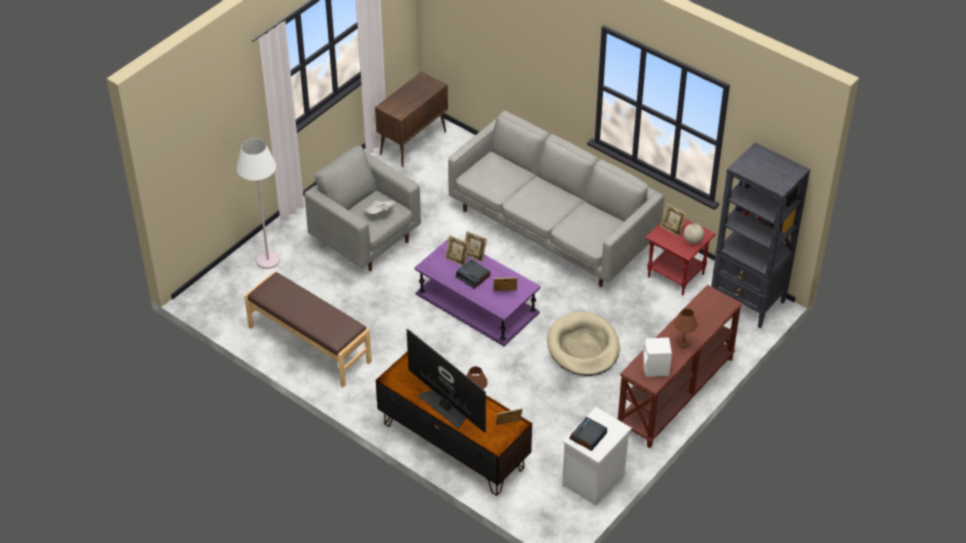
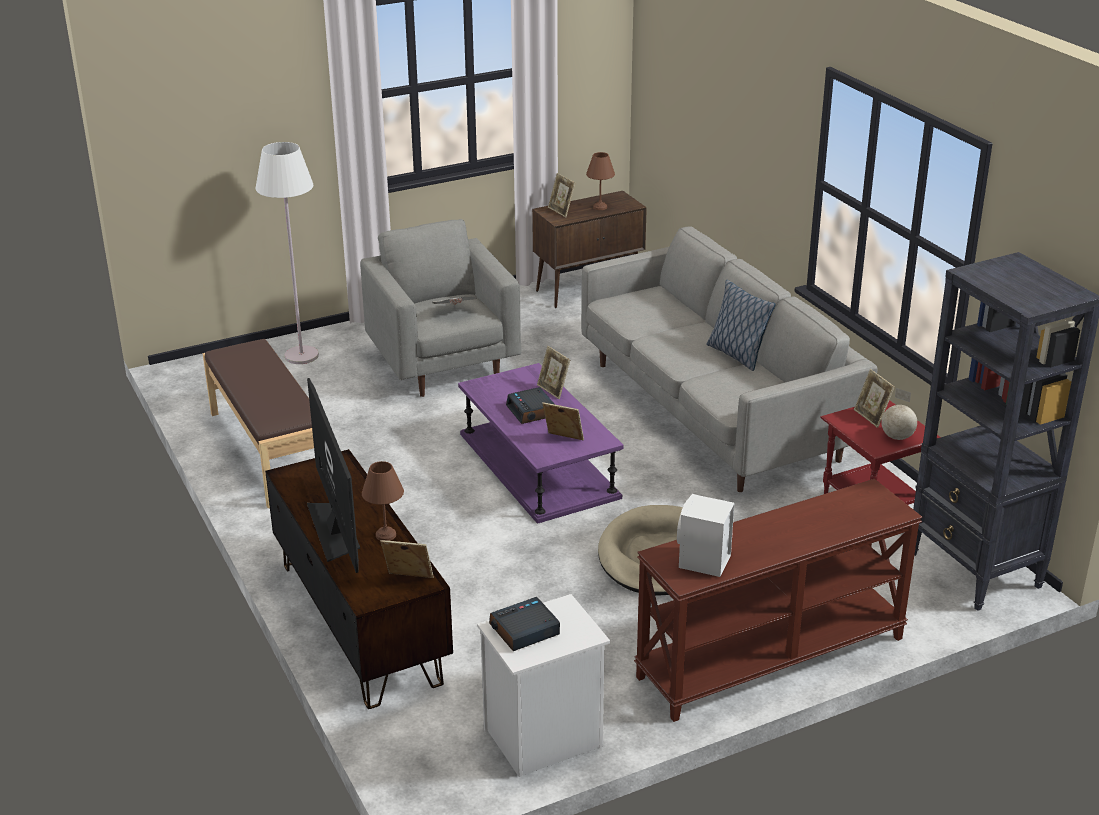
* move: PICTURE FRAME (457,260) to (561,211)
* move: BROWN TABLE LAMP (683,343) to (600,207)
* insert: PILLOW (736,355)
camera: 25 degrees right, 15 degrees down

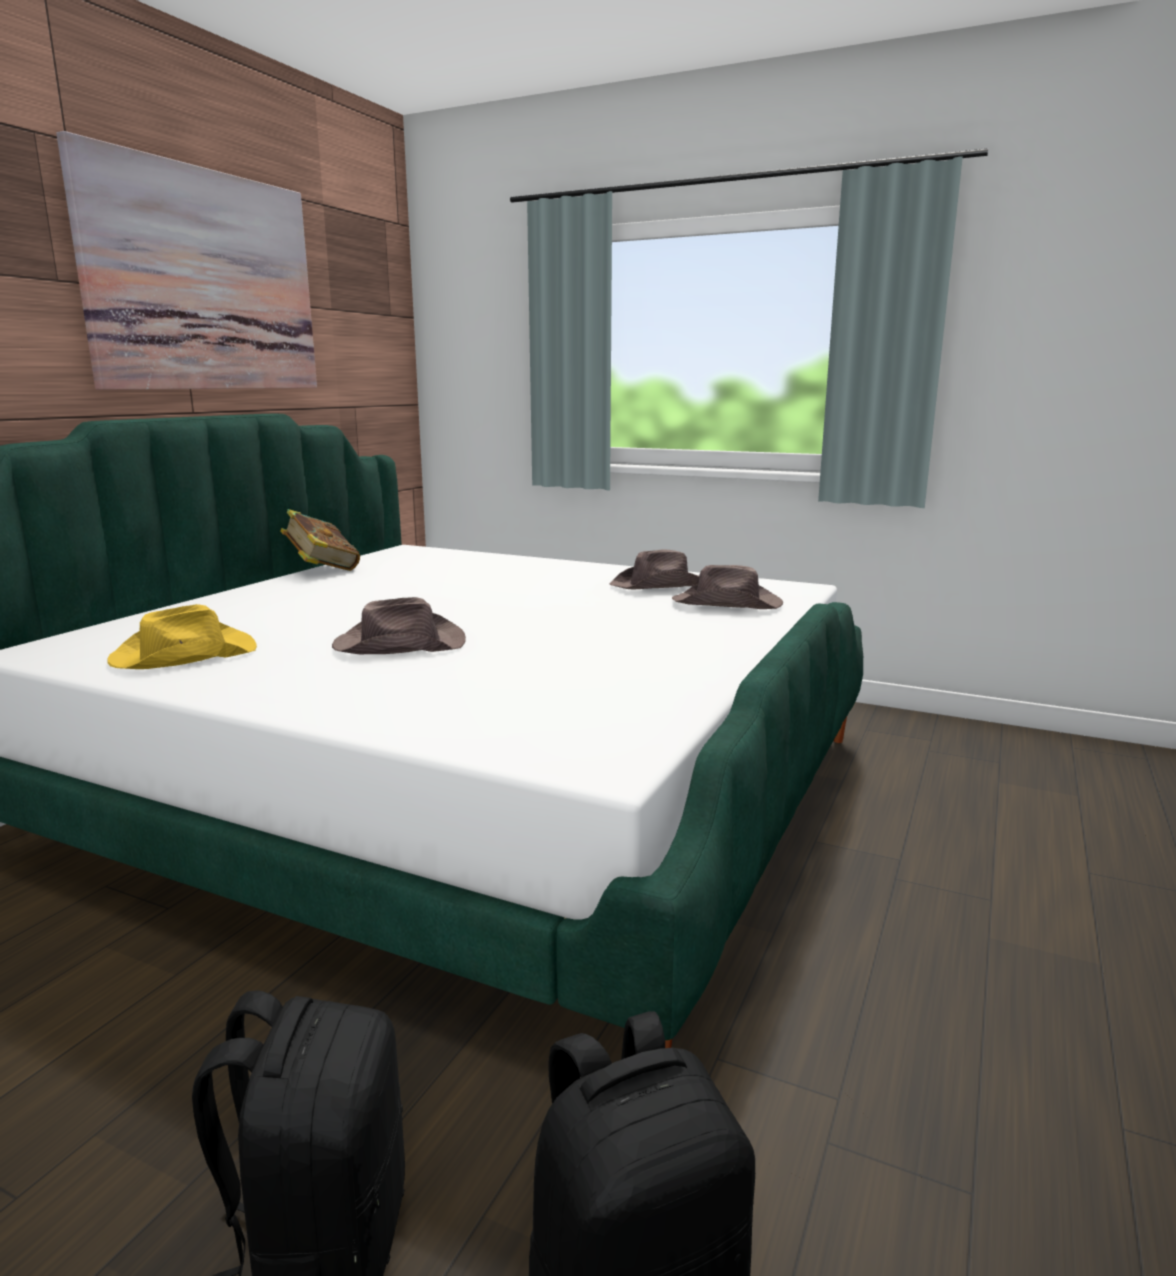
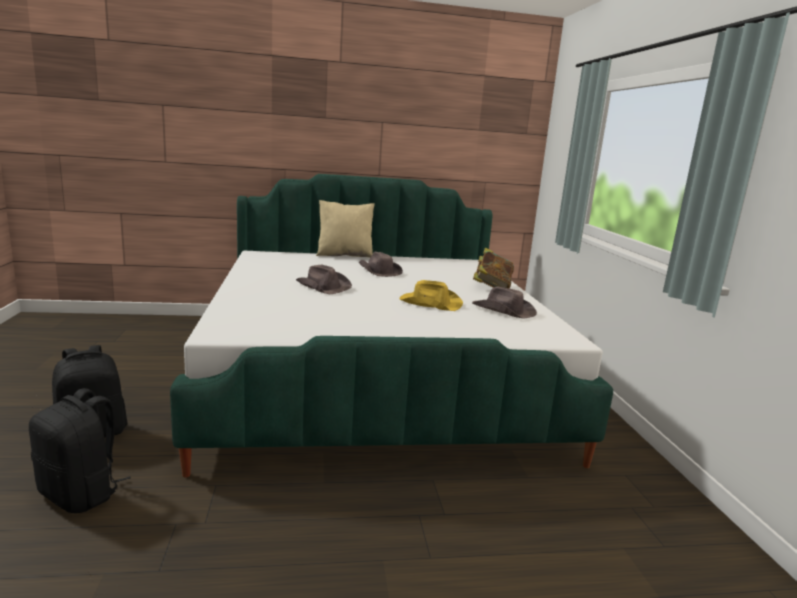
* delete: PICTURE (204,281)
* move: BOOK (321,570) to (491,287)
* move: BROWN HAT (728,604) to (379,271)
* move: YELLOW HAT (182,655) to (430,303)
* insert: BEIGE PILLOW (344,255)
camera: 55 degrees right, 0 degrees up

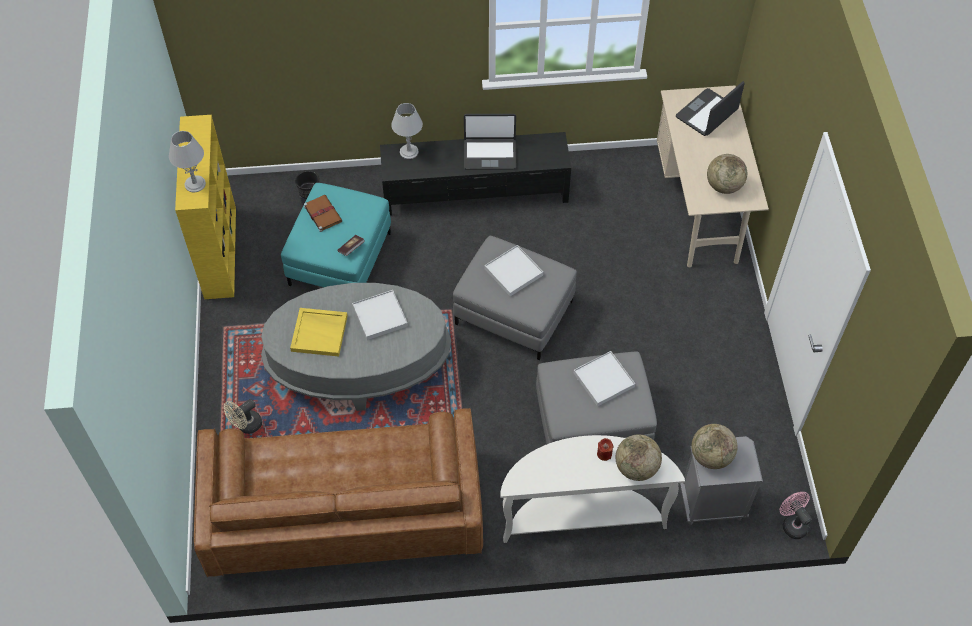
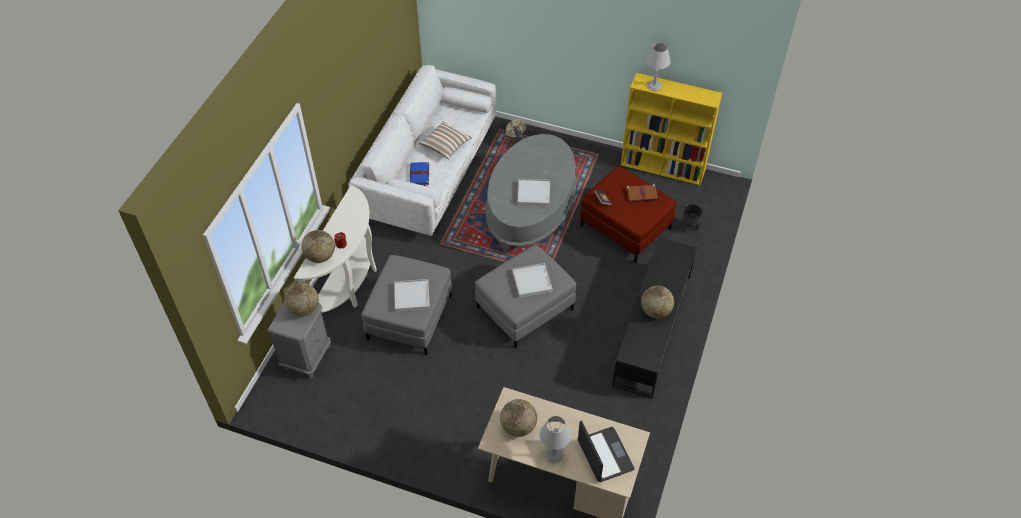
* move: GREY TABLE LAMP (409,151) to (553,455)
* replace: LAPTOP (489,154) to GLOBE (655,311)
* recolor: TURQUOISE OTTOMAN (340,258) to RED OTTOMAN (626,227)
* delete: YELLOW TRAY (320,333)
* recolor: BROWN SOFA (345,513) to WHITE SOFA (429,172)
* delete: PINK FAN (792,523)
* insert: PILLOW (445,146)
* insert: BLUE BOOK (419,175)
camera: 115 degrees right, 5 degrees down

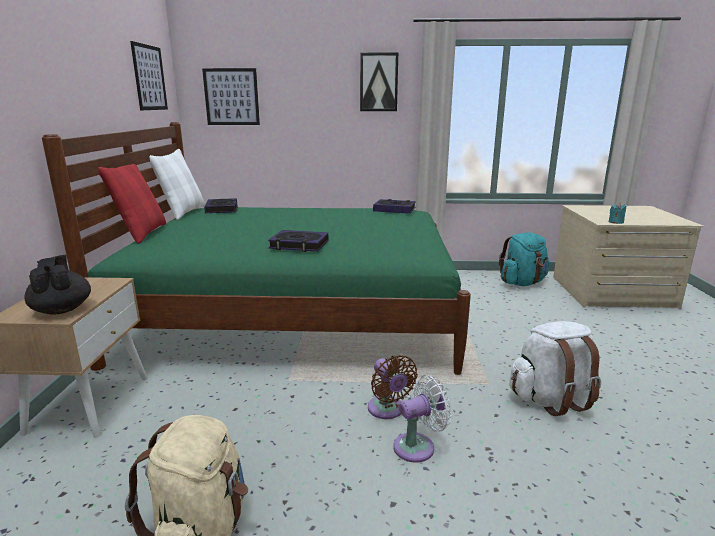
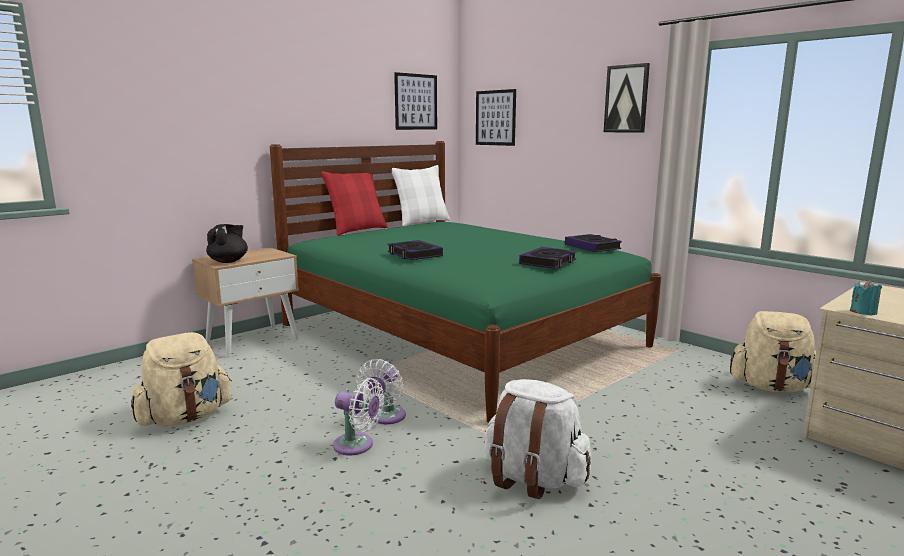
* move: BOOK (222,209) to (548,262)
* recolor: TURQUOISE BACKPACK (522,283) to BEIGE BACKPACK (772,387)
* recolor: BROWN FAN (387,410) to WHITE FAN (385,417)
camera: 45 degrees right, 5 degrees down

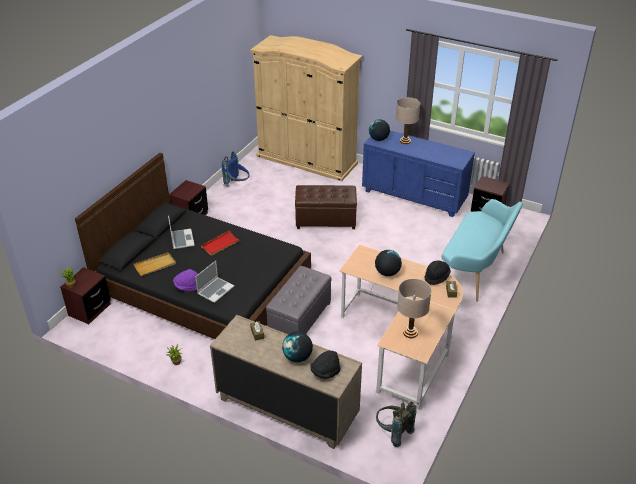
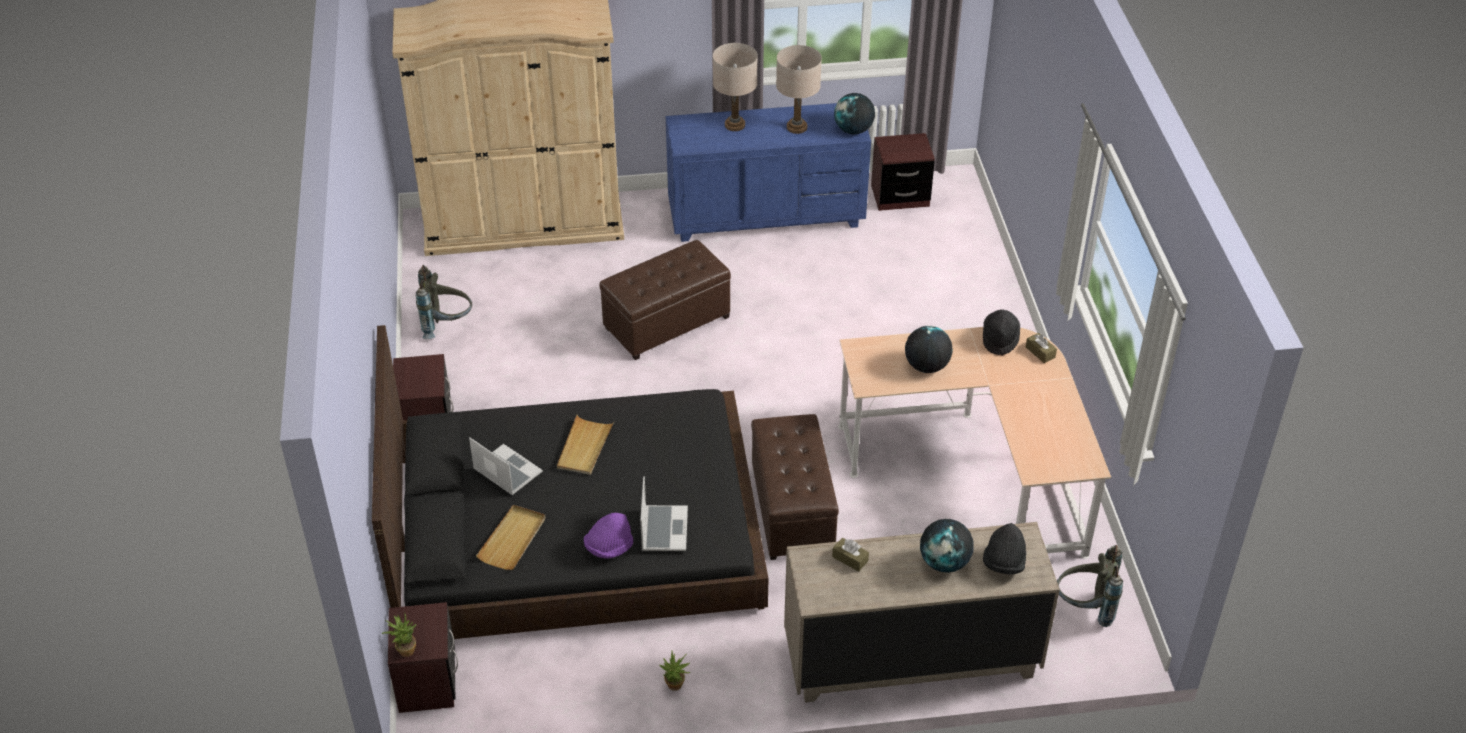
* move: GLOBE (378,139) to (853,130)
* recolor: BLUE BACKPACK (237,184) to GREY BACKPACK (446,325)
* delete: TURQUOISE BENCH (475,272)
* recolor: RED TRAY (220,244) to BEIGE TRAY (584,447)
* recolor: GREY OTTOMAN (299,318) to BROWN OTTOMAN (791,510)
* move: BEIGE TABLE LAMP (410,333) to (797,127)
camera: 35 degrees left, 5 degrees up

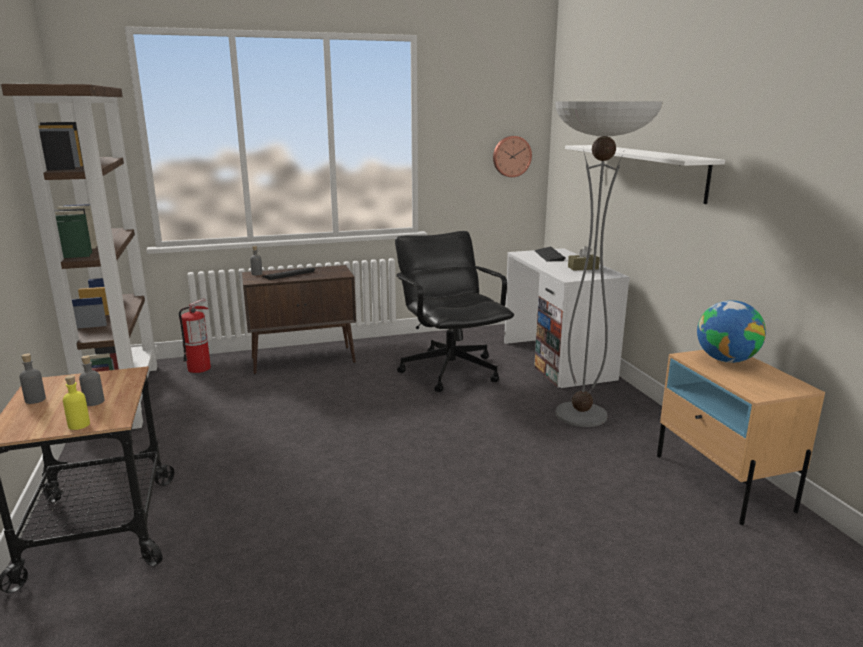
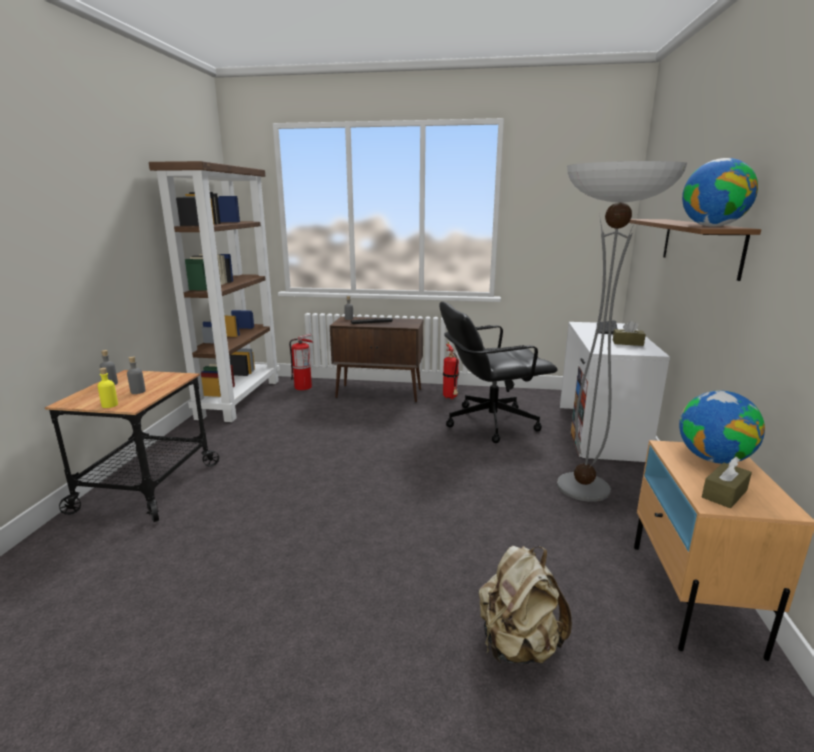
* delete: WALL CLOCK (511,156)
* recolor: WHITE SHELF (649,171) to BROWN SHELF (699,245)
* rotate: BLACK OFFICE CHAIR (450,370) = (490,422) 105 degrees counterclockwise
* insert: GLOBE (712,226)
* insert: FIRE EXTINGUISHER (450,398)
* insert: BROWN TISSUE BOX (724,494)
* insert: BEIGE BACKPACK (518,645)
camera: 25 degrees right, 0 degrees up

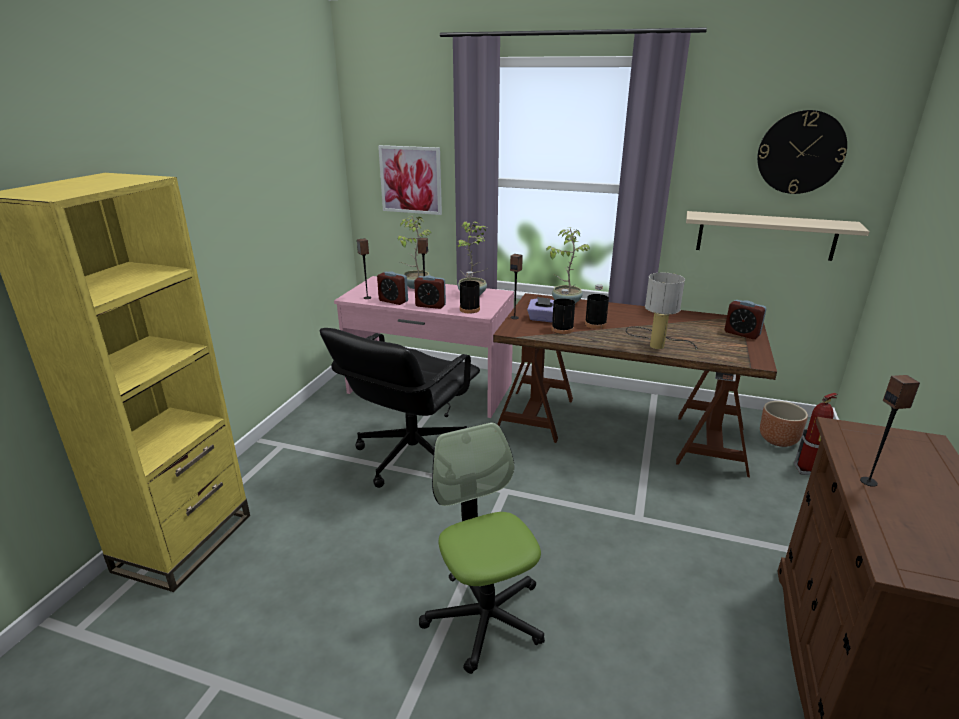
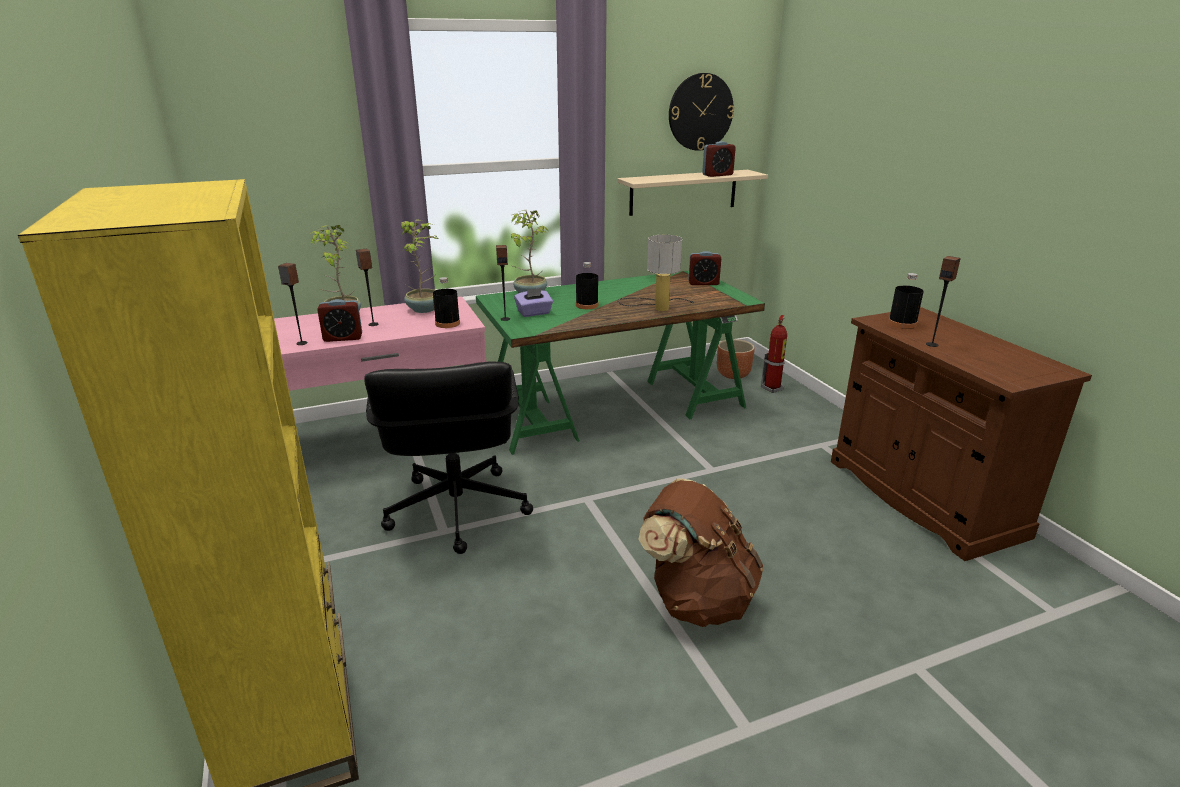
* delete: PICTURE (411,180)
* move: ALARM CLOCK (430,305) to (717,175)
* move: BLACK BOTTLE (562,329) to (902,324)
* recolor: BROWN DESK (620,427) to GREEN DESK (616,408)
* replace: OFFICE CHAIR (485,617) to BROWN BACKPACK (697,599)
camera: 40 degrees left, 0 degrees up

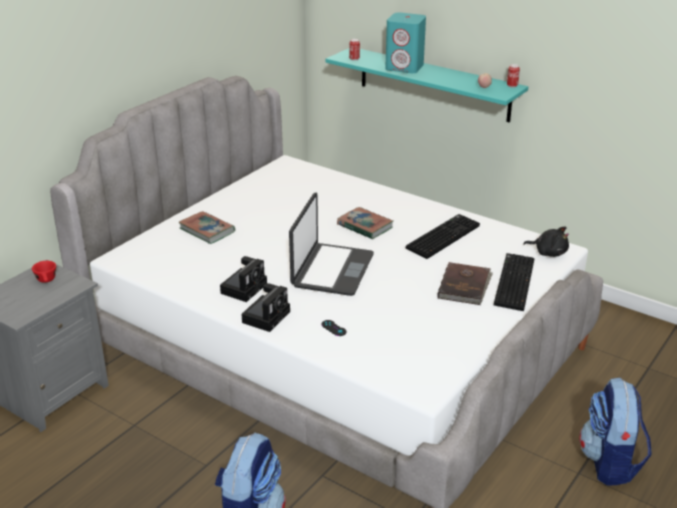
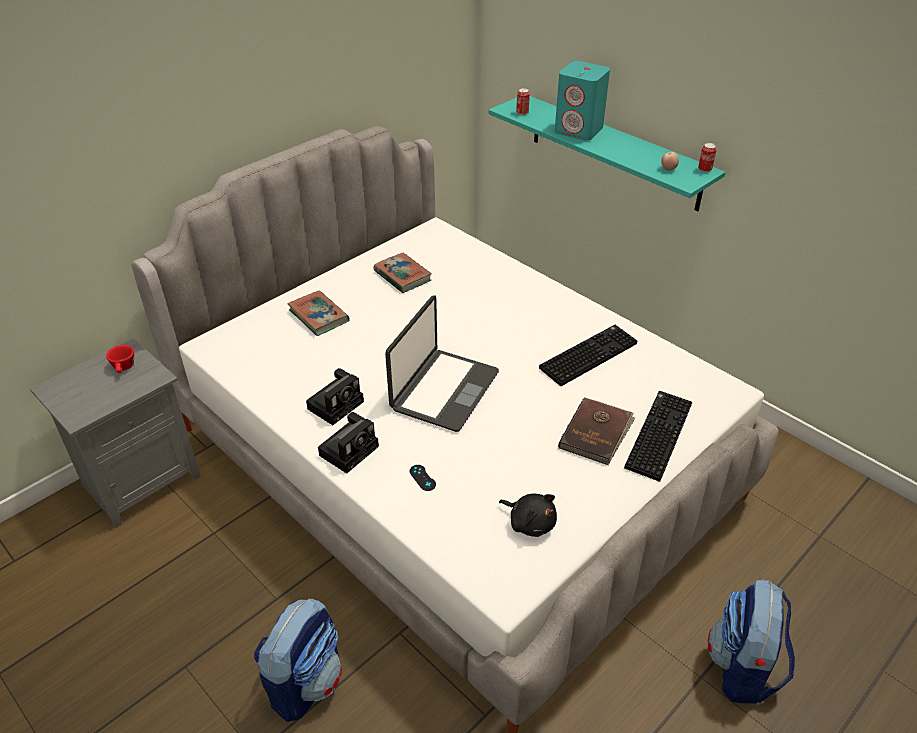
* move: BOOK (365,226) to (402,276)
* move: BLACK PLUSH TOY (548,252) to (530,522)
camera: 10 degrees right, 10 degrees up

